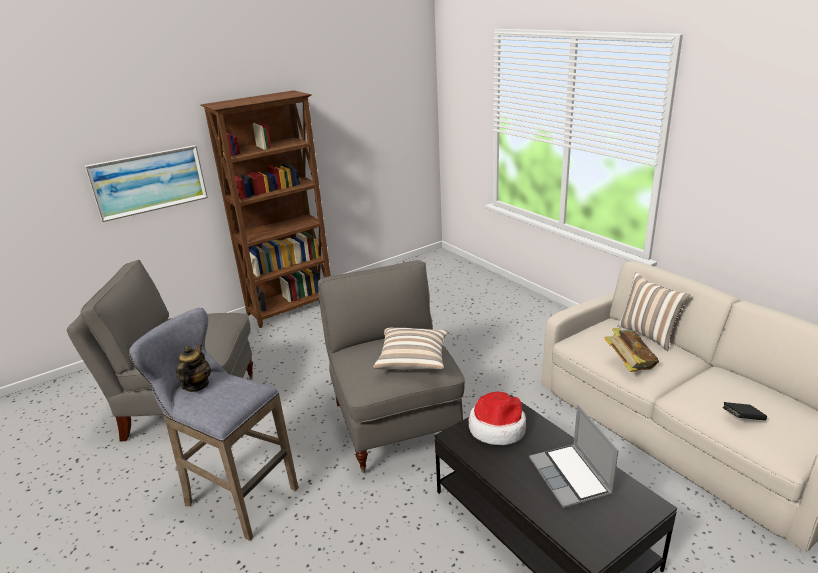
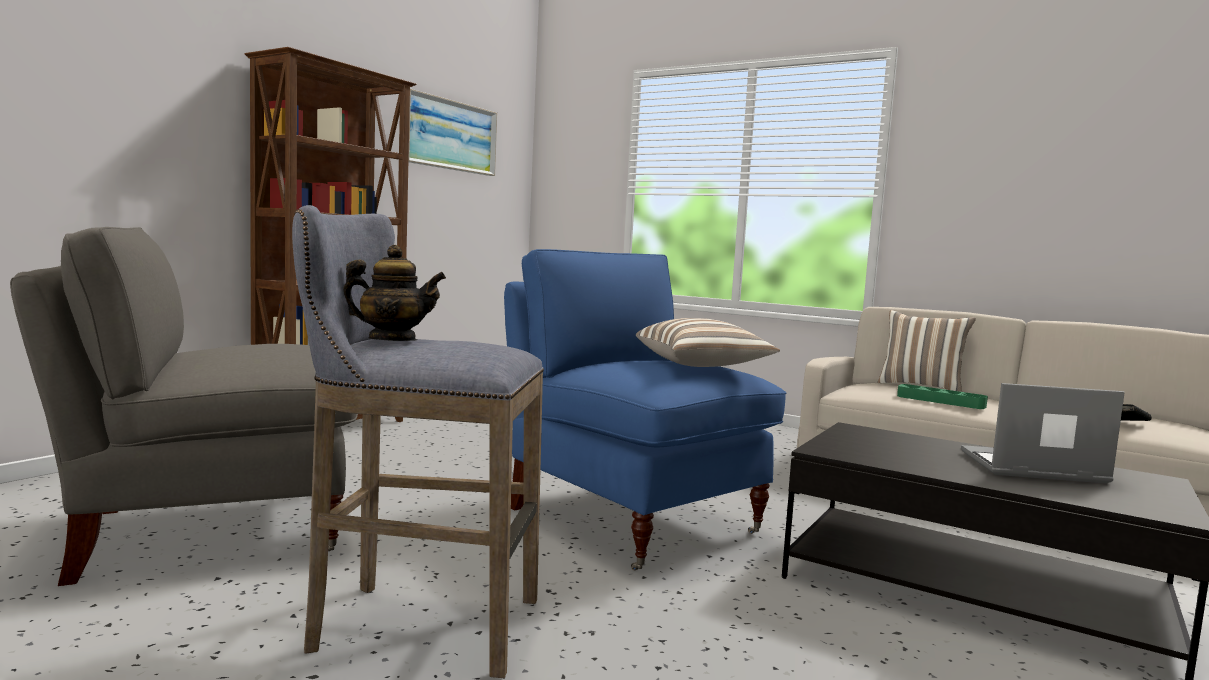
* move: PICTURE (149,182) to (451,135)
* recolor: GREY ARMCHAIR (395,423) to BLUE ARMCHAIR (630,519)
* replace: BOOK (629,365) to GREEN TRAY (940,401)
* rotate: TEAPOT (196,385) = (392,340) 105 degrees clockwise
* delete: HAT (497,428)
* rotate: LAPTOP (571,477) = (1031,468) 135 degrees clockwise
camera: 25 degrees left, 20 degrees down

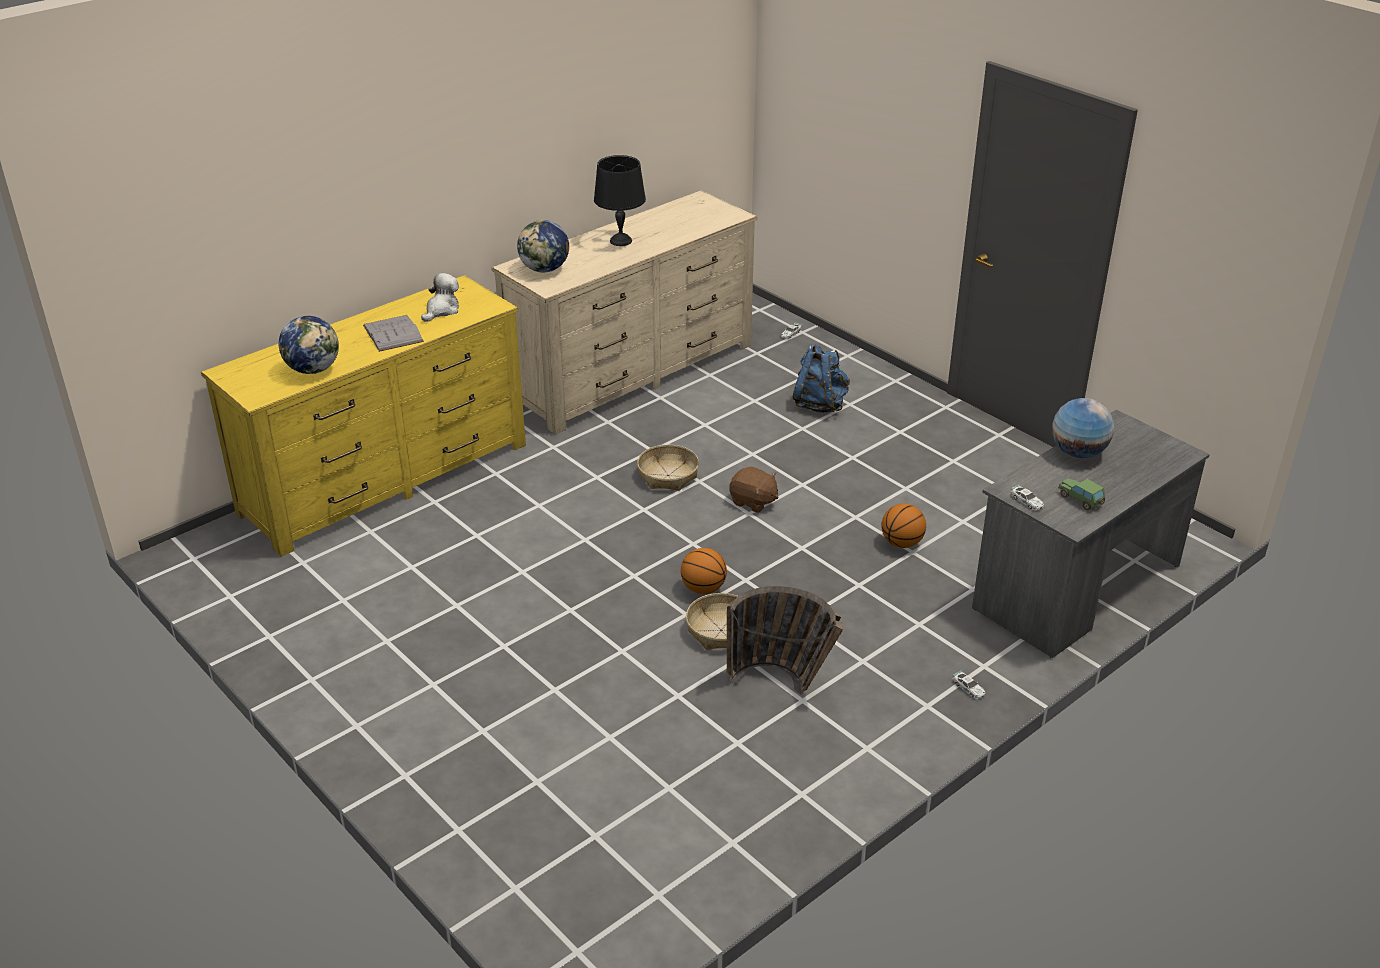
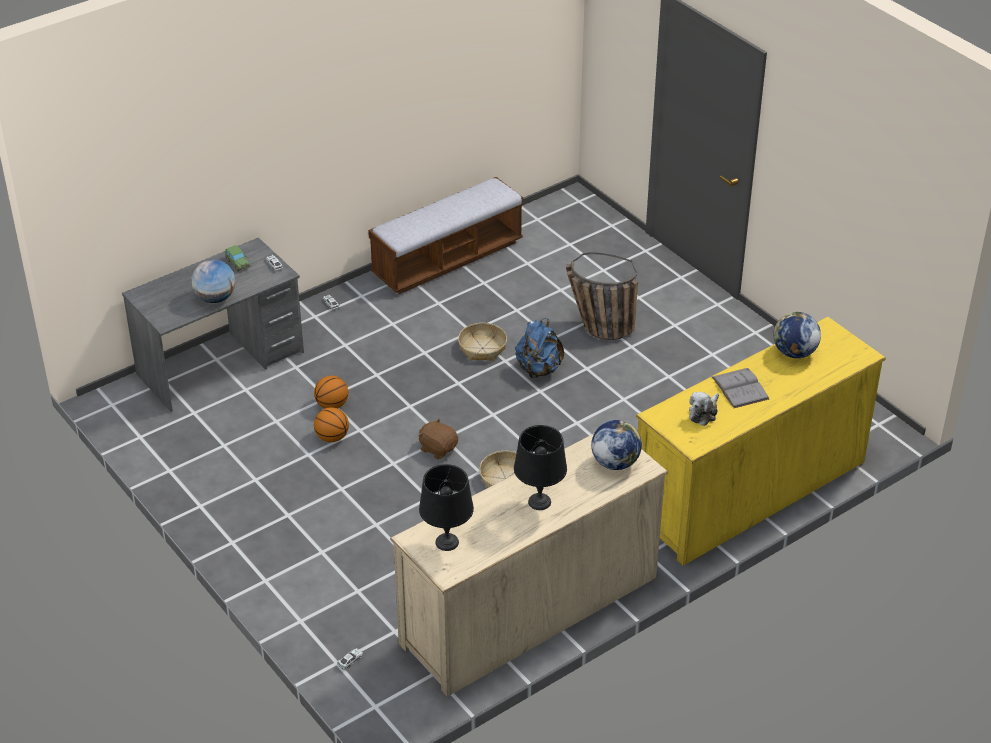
* move: BLUE BACKPACK (819,404) to (538,369)
* move: BASKETBALL (703,589) to (332,437)
* move: BASKET (784,683) to (596,328)
* insert: BENCH (447,259)
* insert: BLACK TABLE LAMP (447,542)
camera: 175 degrees left, 5 degrees up

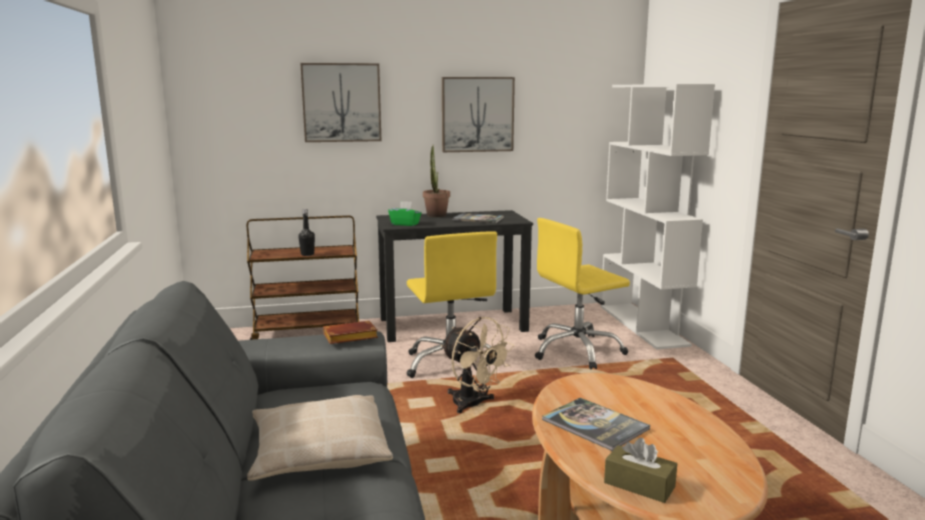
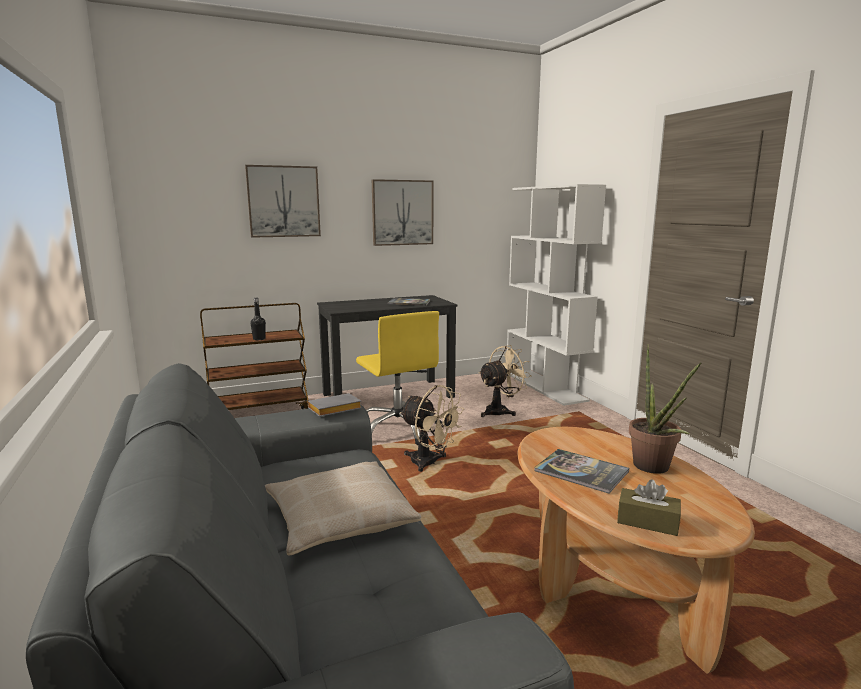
* move: POTTED PLANT (436,216) to (654,469)
* delete: GREEN TISSUE BOX (405,224)
* replace: YELLOW OFFICE CHAIR (577,351) to BEIGE FAN (501,411)
* recolor: BROWN BOOK (349,338) to GREY BOOK (334,410)
camera: 10 degrees left, 0 degrees up

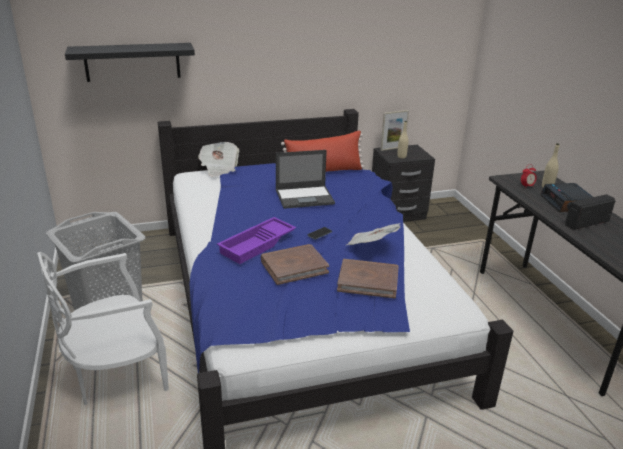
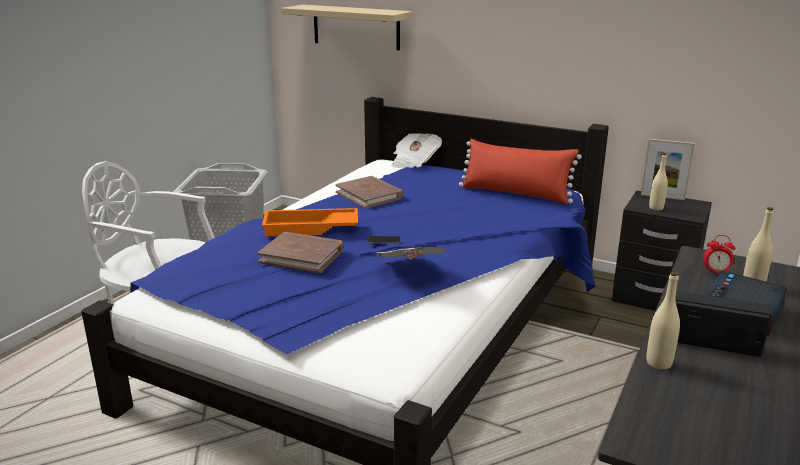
* recolor: BLACK SHELF (132,62) to BEIGE SHELF (356,27)
* delete: LAPTOP (305,197)
* recolor: PURPLE TRAY (258,245) to ORANGE TRAY (310,228)
* move: BROWN BOOK (368,281) to (369,195)
* insert: BEIGE BOTTLE (659,363)
camera: 45 degrees right, 5 degrees down

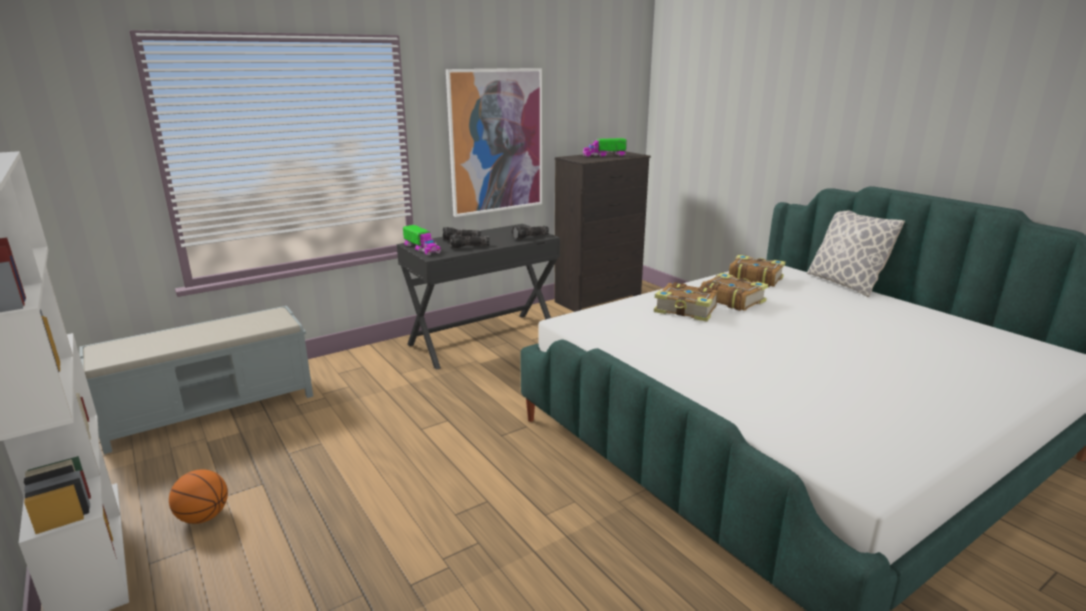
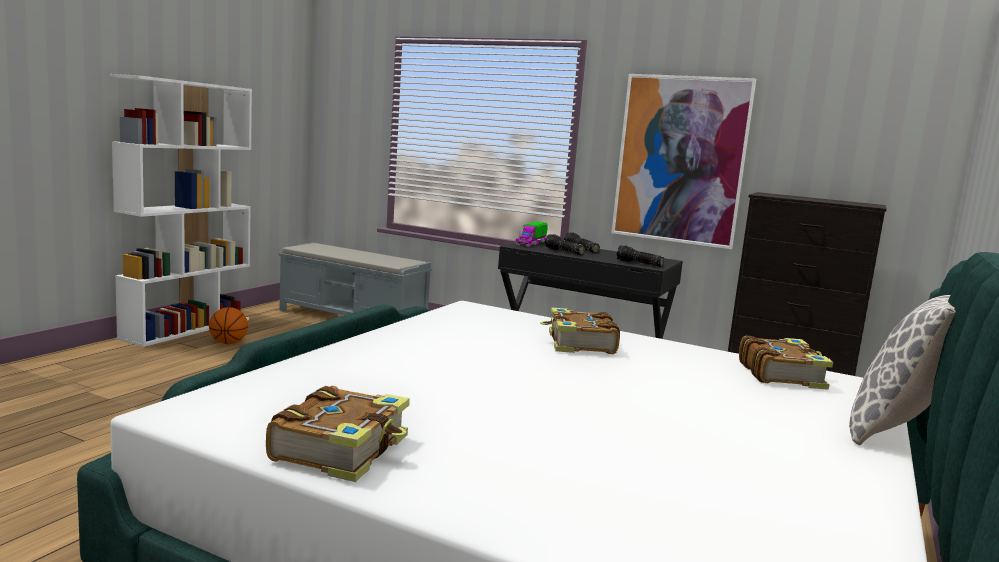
* delete: TOY TRUCK (604,155)
* move: BOOK (731,300) to (343,449)
camera: 60 degrees right, 10 degrees down

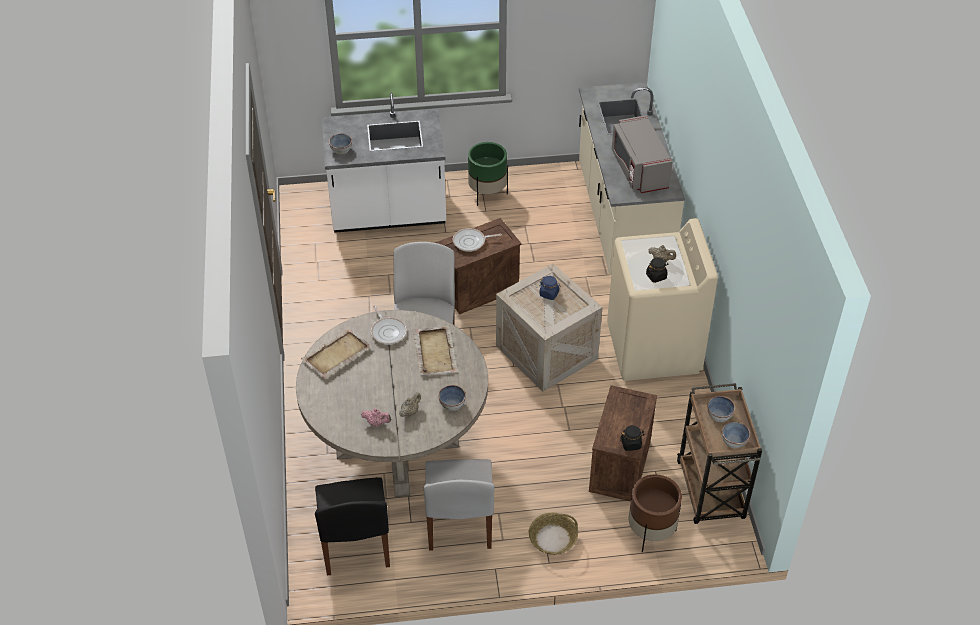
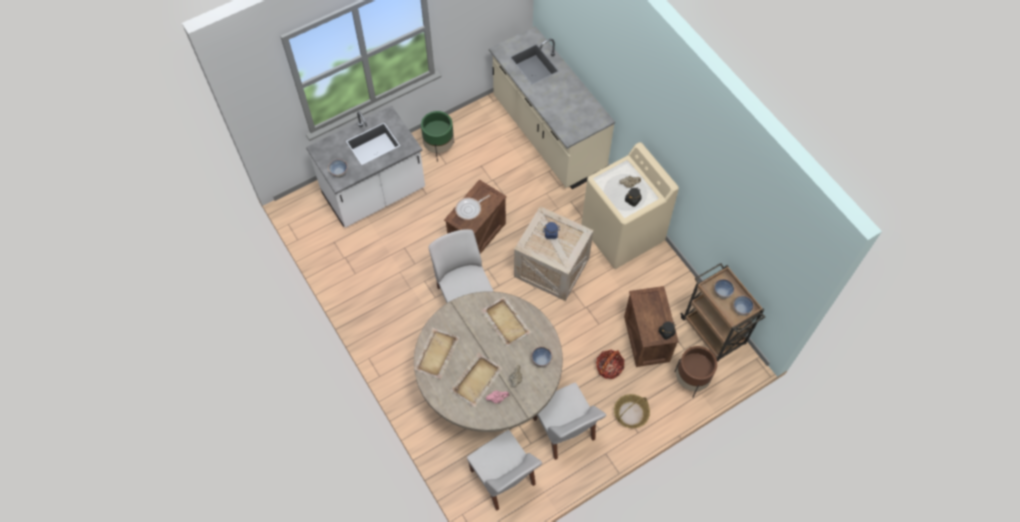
* delete: GREY MICROWAVE (639,169)
* delete: FRYING PAN (388,331)
* recolor: BLACK CHAIR (355,546) to WHITE CHAIR (503,479)
* insert: BASKET (609,367)
* insert: BEIGE TRAY (477,379)
camera: 25 degrees left, 15 degrees up

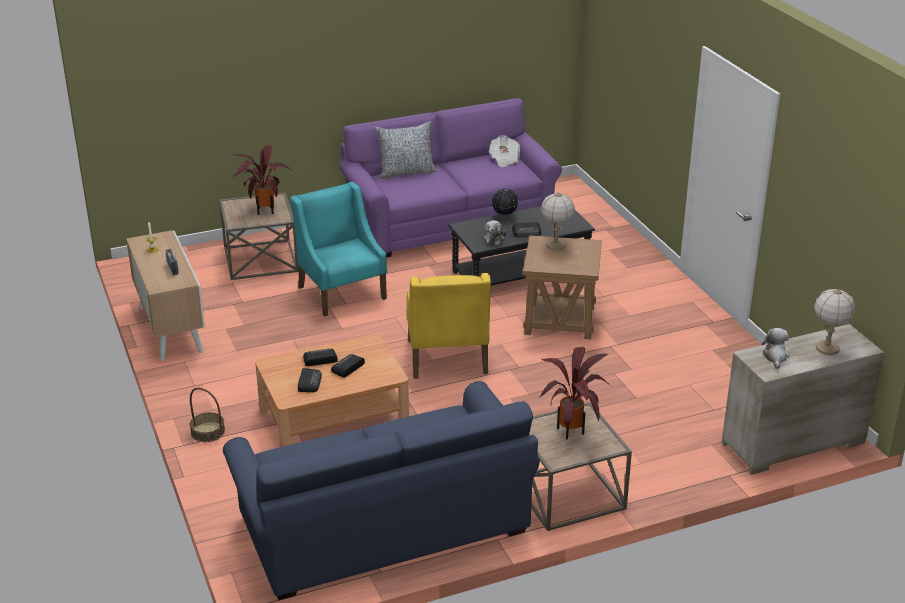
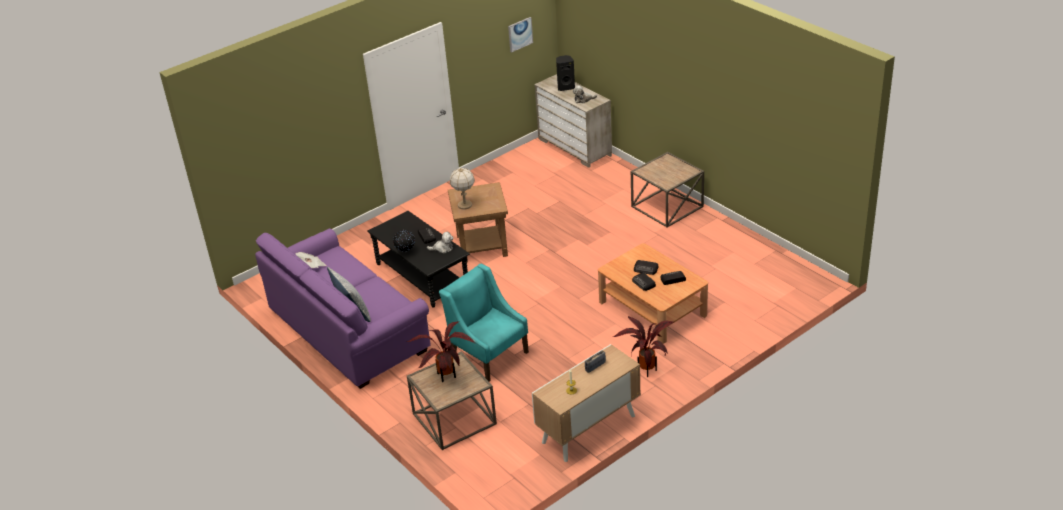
* rotate: TURQUOISE ARMCHAIR (342,292) = (488,355) 90 degrees clockwise
* delete: YELLOW ARMCHAIR (447,357)
* replace: TABLE LAMP (827,349) to BLACK SPEAKER (565,87)
* move: POTTED PLANT (573,431) to (646,369)
* delete: BLUE SOFA (383,525)
* delete: BASKET (207,432)
* insert: PICTURE (520,34)
camera: 105 degrees left, 5 degrees up

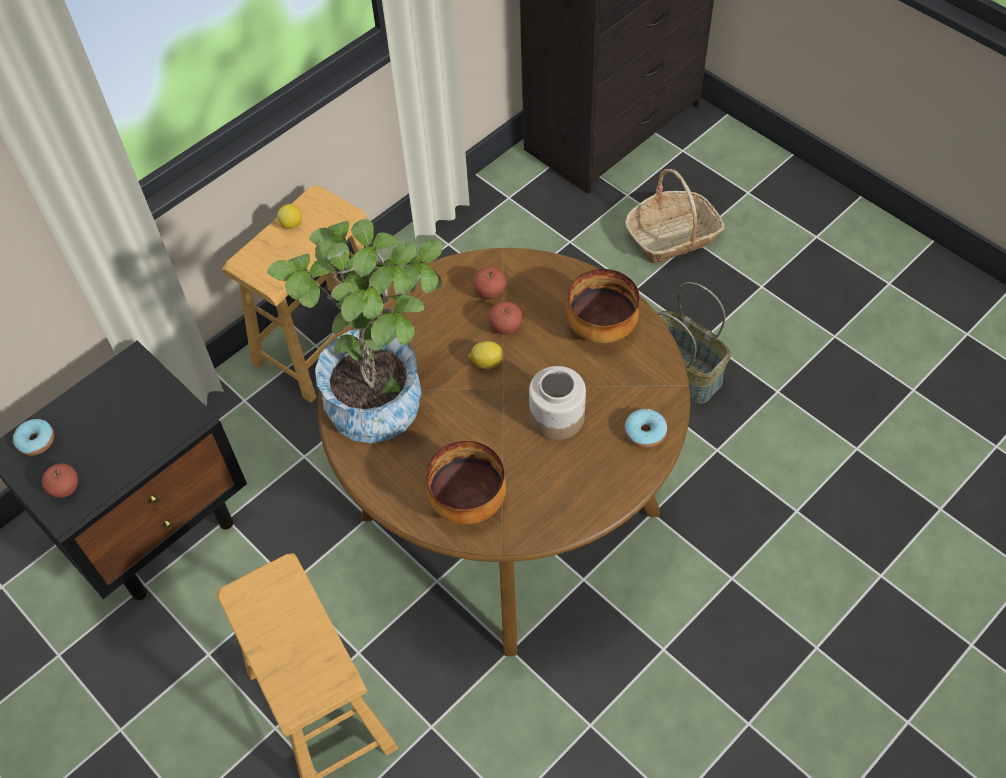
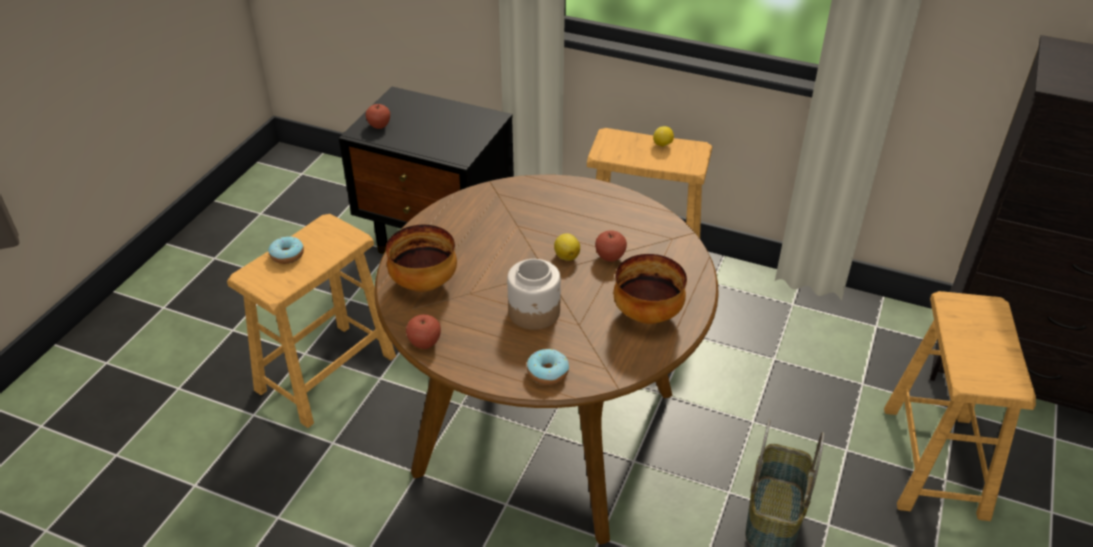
* replace: BASKET (673,236) to BROWN STOOL (935,461)
* delete: POTTED PLANT (383,393)
* move: APPLE (490,292) to (424,343)
* move: DONUT (36,441) to (287,255)
camera: 65 degrees right, 15 degrees down

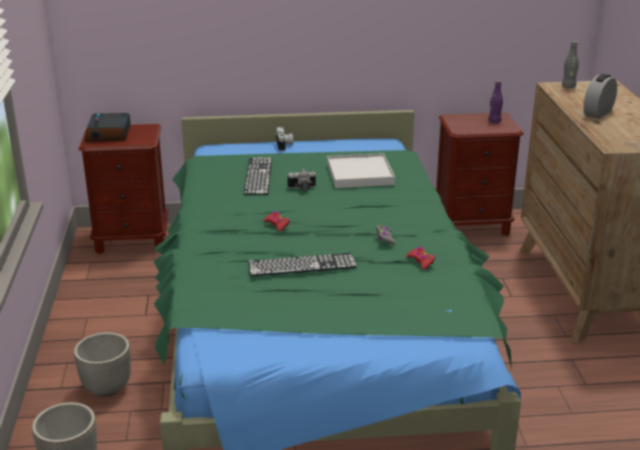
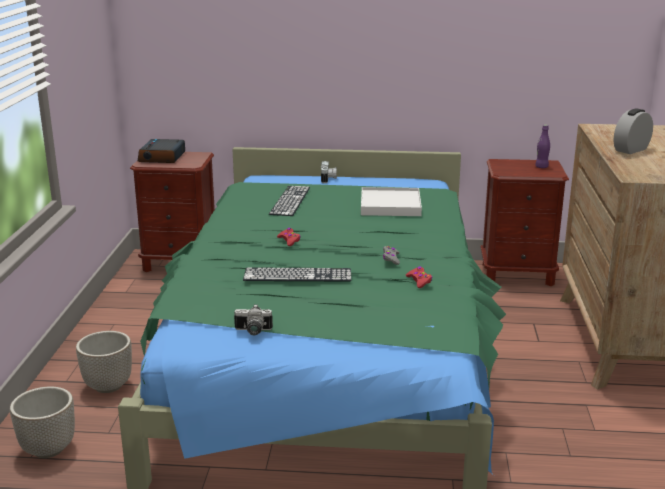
* delete: GREY BOTTLE (568,87)
* move: PHOTO CAMERA (302,188) to (252,331)
camera: 10 degrees right, 5 degrees down

